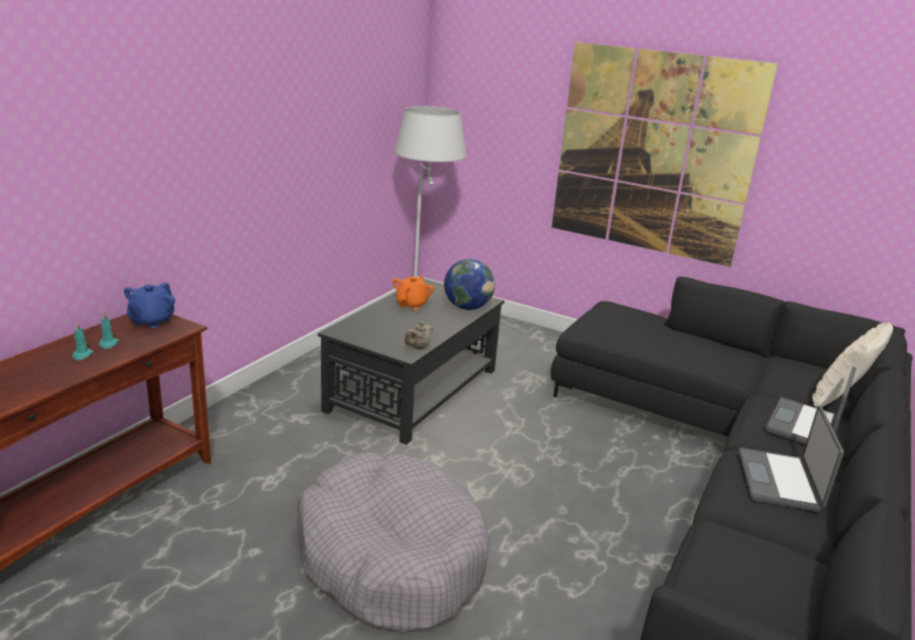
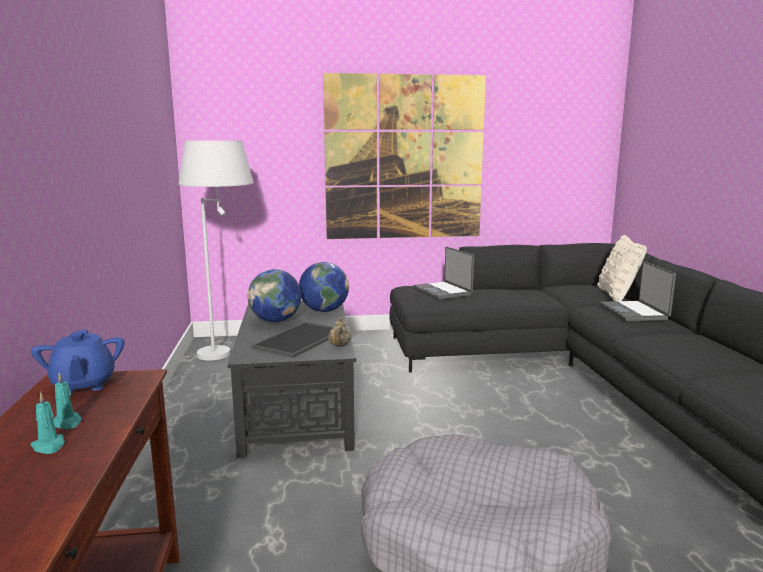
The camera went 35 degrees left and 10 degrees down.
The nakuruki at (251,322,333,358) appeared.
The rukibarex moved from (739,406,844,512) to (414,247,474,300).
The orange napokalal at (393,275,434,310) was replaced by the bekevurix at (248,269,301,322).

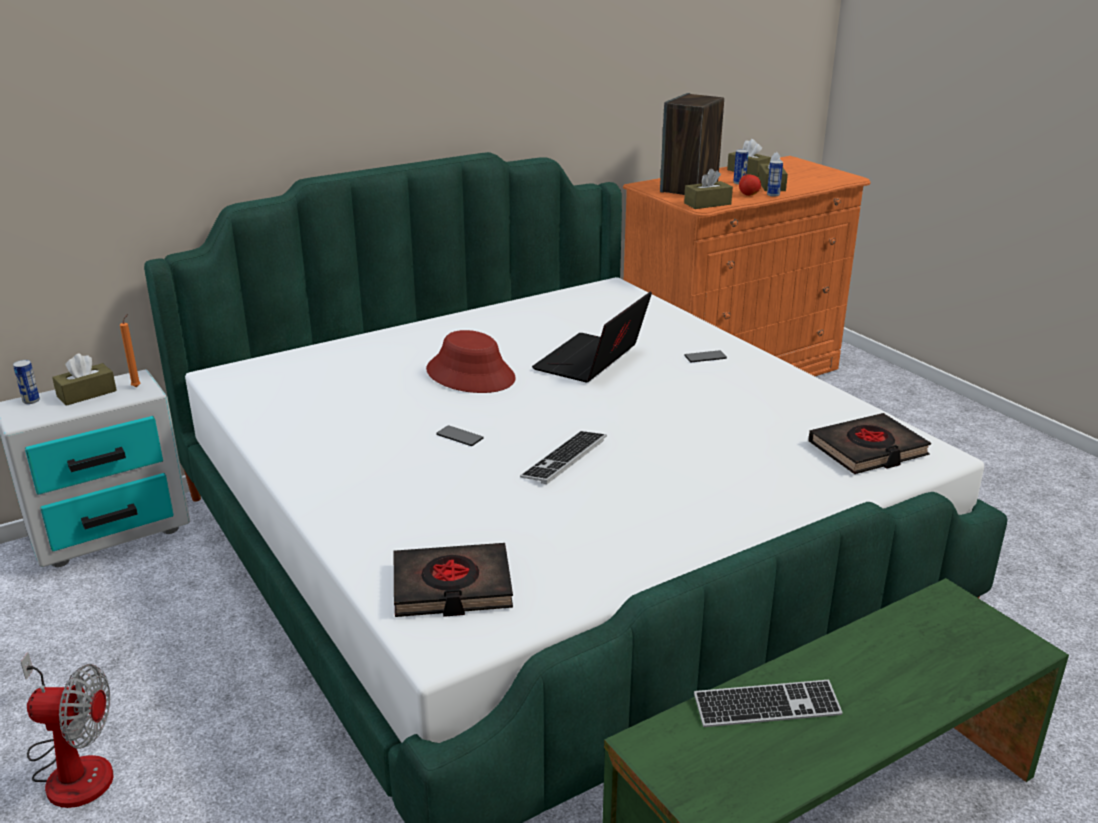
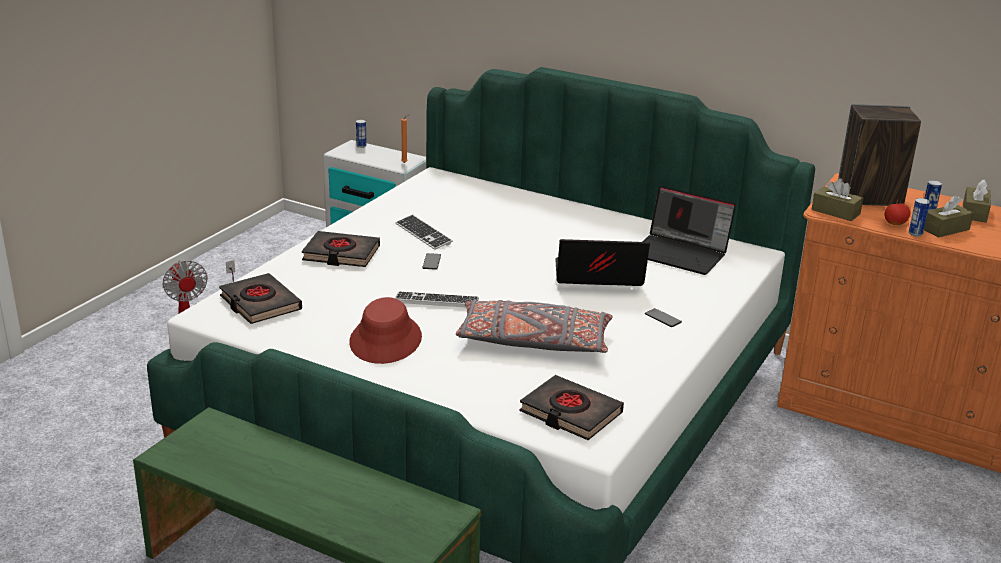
The camera went 60 degrees right and 0 degrees up.
The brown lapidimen at (52,353,117,406) disappeared.
The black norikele at (302,231,380,267) appeared.
The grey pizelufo at (456,299,612,353) appeared.
The rukibarex at (642,186,736,275) appeared.
The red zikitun moved from (426,330,516,393) to (349,297,422,364).
The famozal moved from (694,680,843,727) to (395,215,453,250).

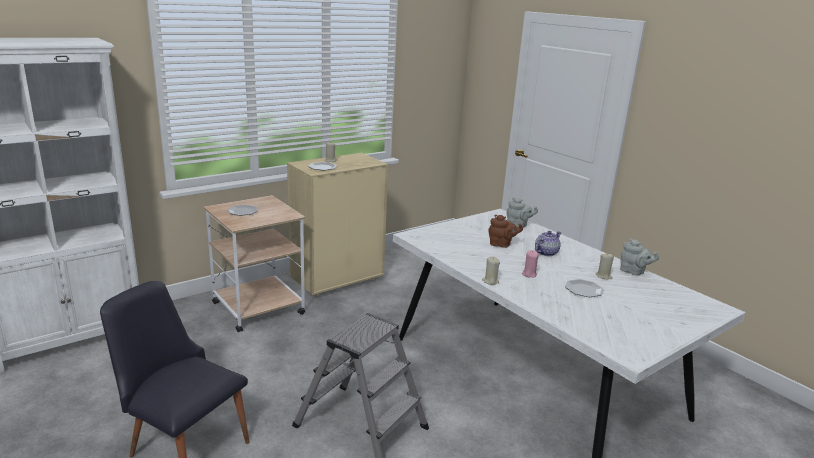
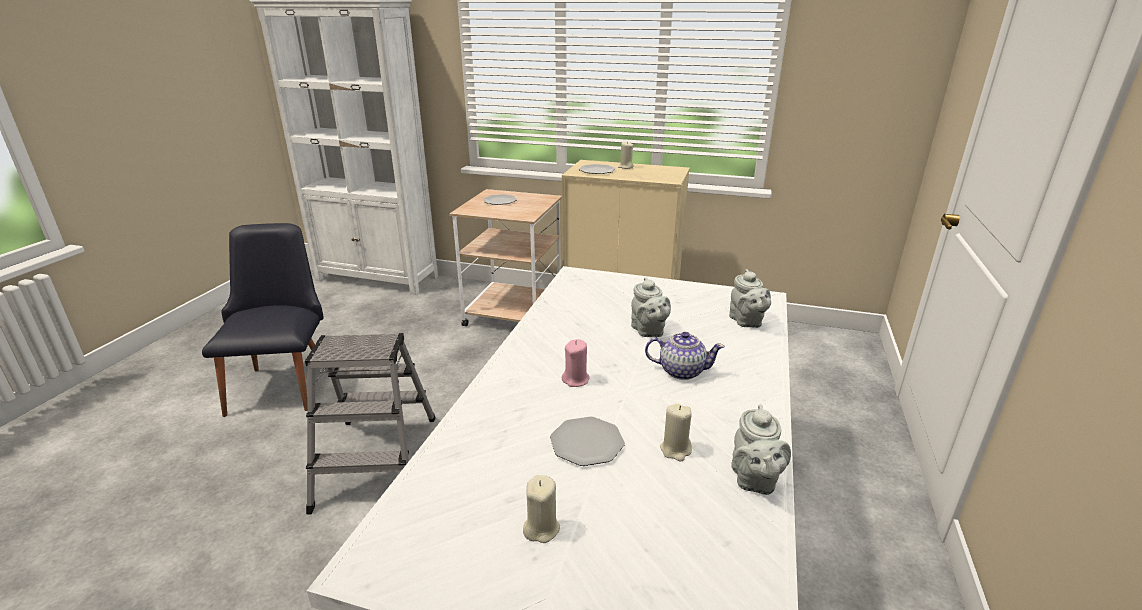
The camera went 55 degrees right and 5 degrees up.
The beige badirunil moved from (482,256,500,285) to (523,475,560,543).
The brown napokalal at (488,215,523,248) became the grey napokalal at (631,277,671,337).

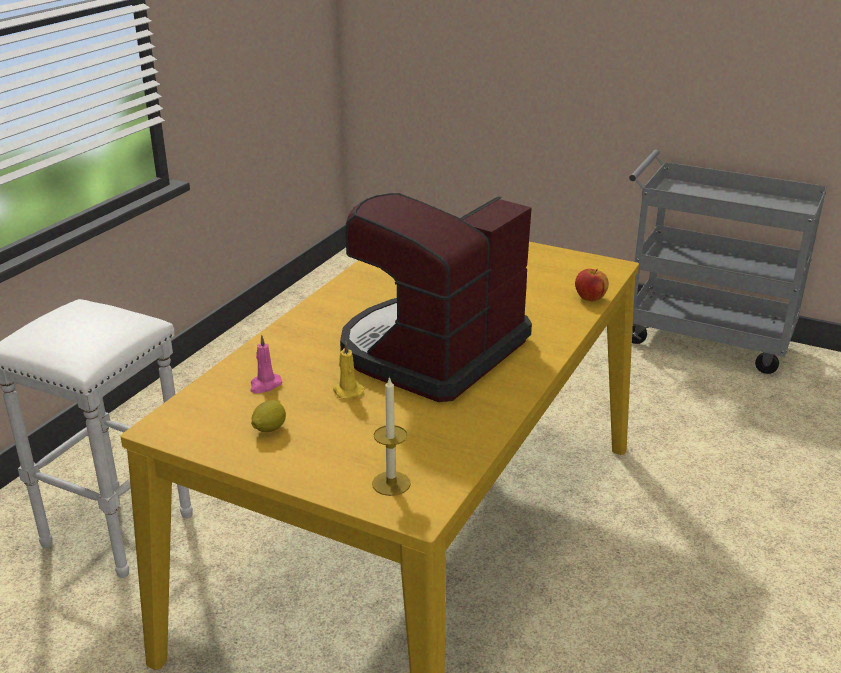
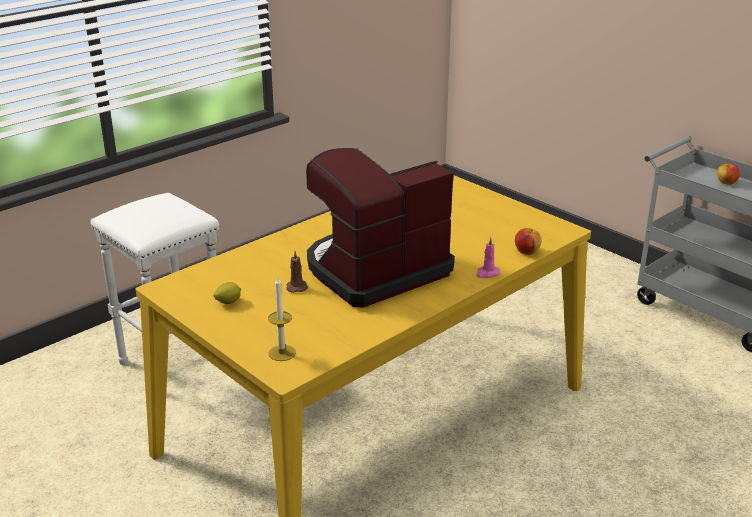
The camera went 20 degrees right and 0 degrees up.
The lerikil at (717,163,740,185) appeared.
The pink badirunil moved from (250,335,282,393) to (476,237,500,278).
The yellow badirunil at (333,342,364,399) became the brown badirunil at (286,251,308,293).

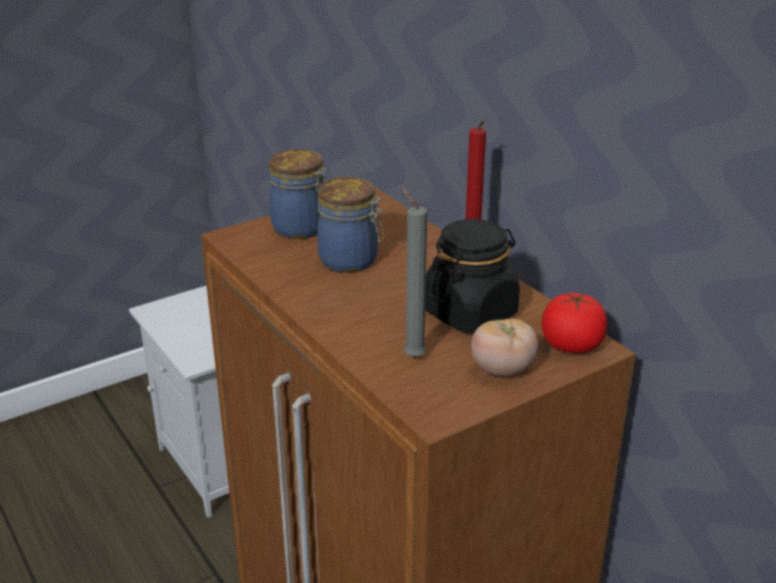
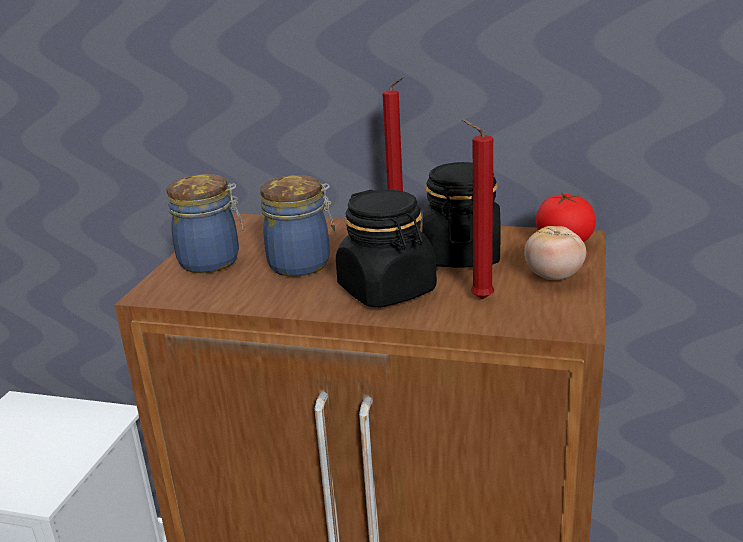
The camera went 40 degrees left and 5 degrees down.
The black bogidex at (336,190,437,308) appeared.
The grey badirunil at (401,187,427,358) became the red badirunil at (462,119,494,300).

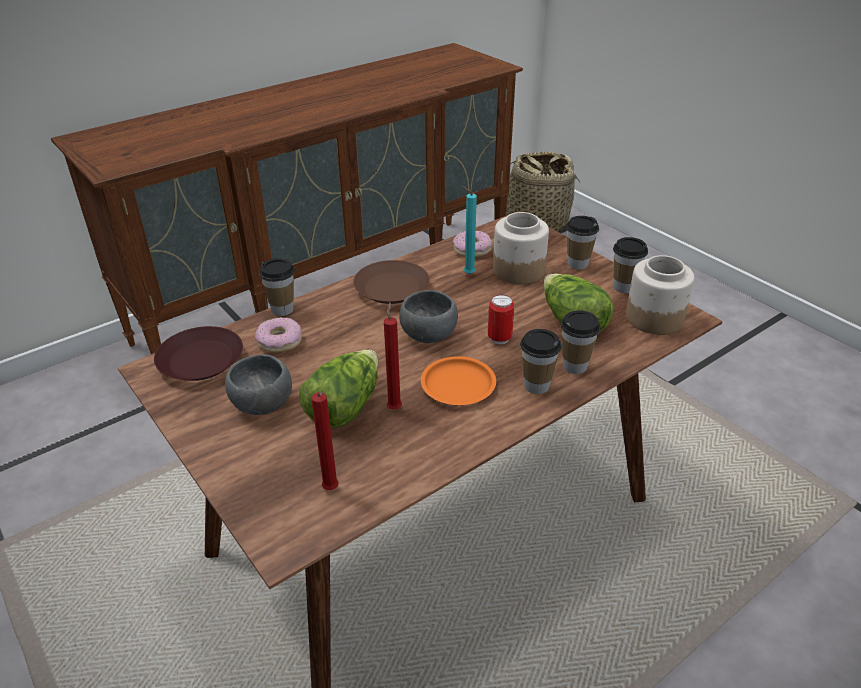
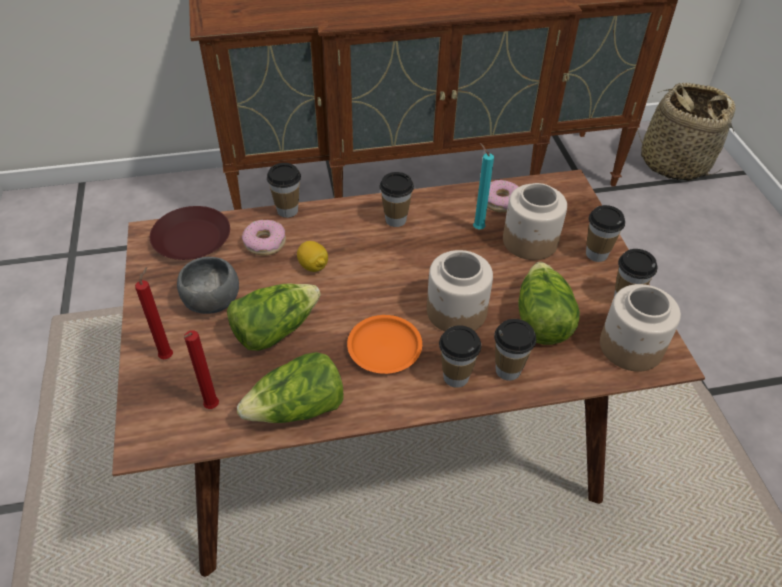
The camera went 25 degrees right and 10 degrees up.
The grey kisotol at (399,290,458,343) disappeared.
The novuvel at (237,352,344,423) appeared.
The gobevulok at (297,241,328,272) appeared.
The red badirunil moved from (384,302,402,410) to (135,267,173,359).
The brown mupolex at (353,260,430,304) was replaced by the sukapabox at (379,172,414,227).
The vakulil at (488,295,514,344) was replaced by the bogidex at (427,250,493,332).

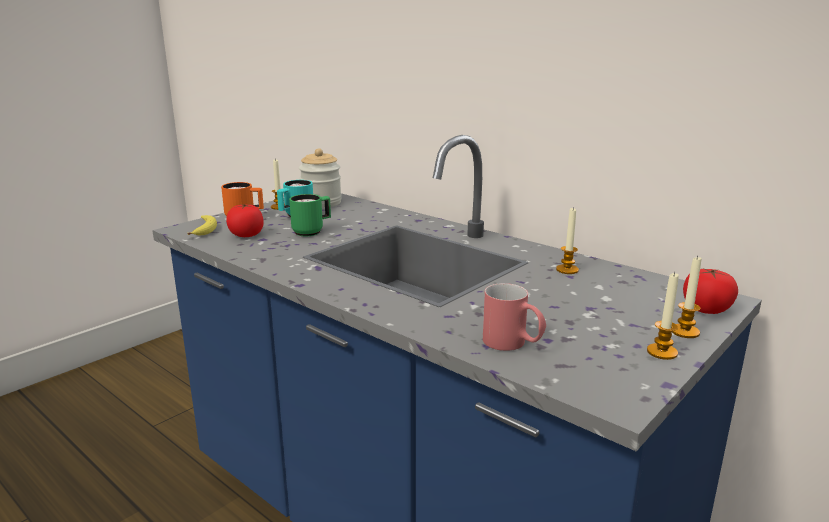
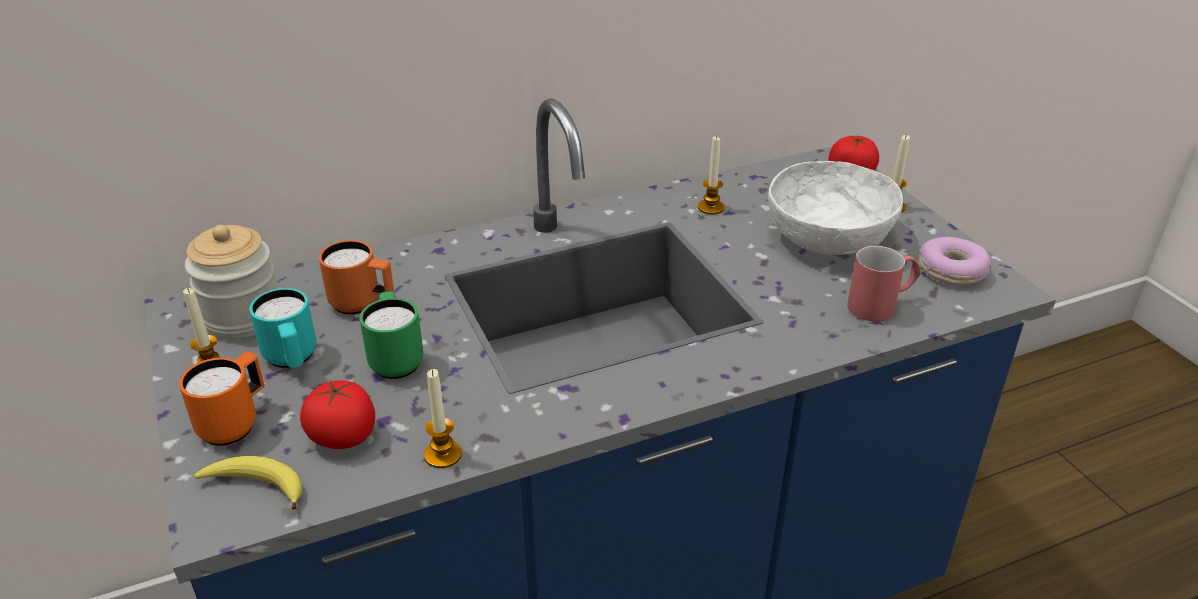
The camera went 65 degrees left and 15 degrees up.
The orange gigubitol at (319,240,394,315) appeared.
The white kisotol at (768,161,903,255) appeared.
The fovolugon at (919,237,991,286) appeared.
The badirunil moved from (647,272,679,360) to (424,369,462,468).

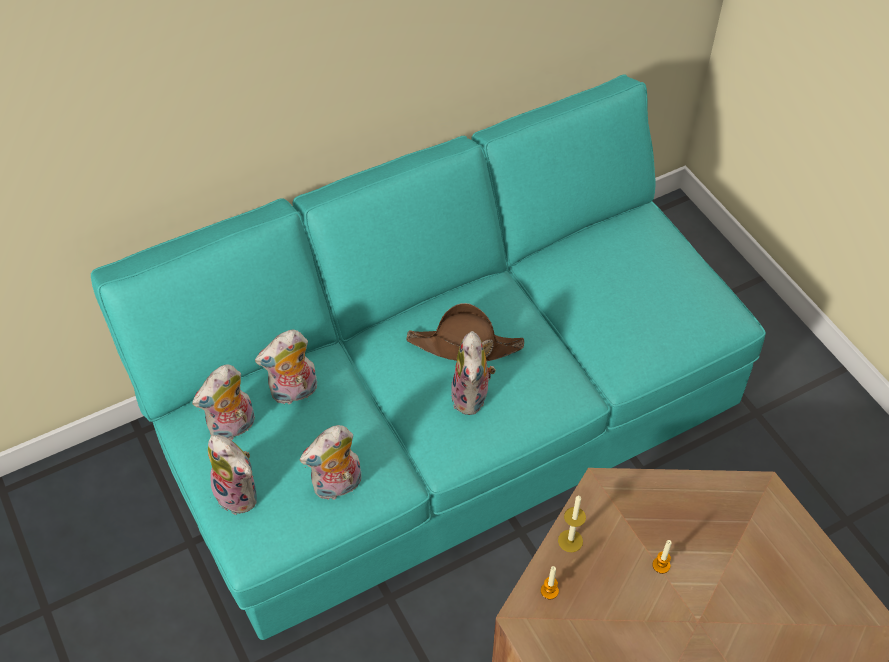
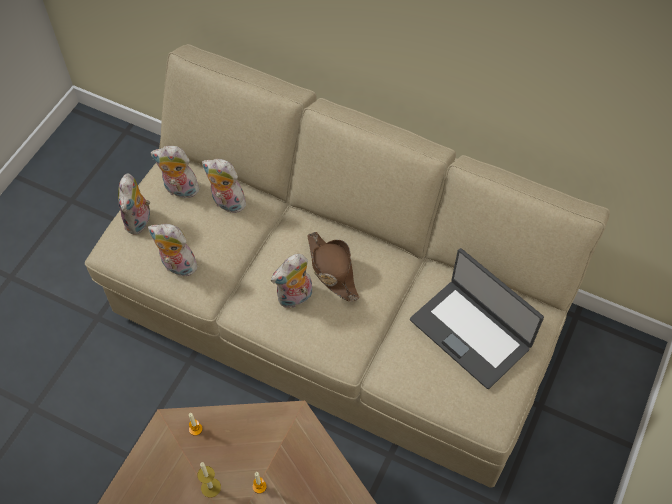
The camera went 55 degrees right and 5 degrees up.
The rukibarex at (410,248,544,389) appeared.
The badirunil moved from (558,496,586,552) to (197,462,221,498).
The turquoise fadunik at (91,75,766,640) became the beige fadunik at (85,44,610,488).

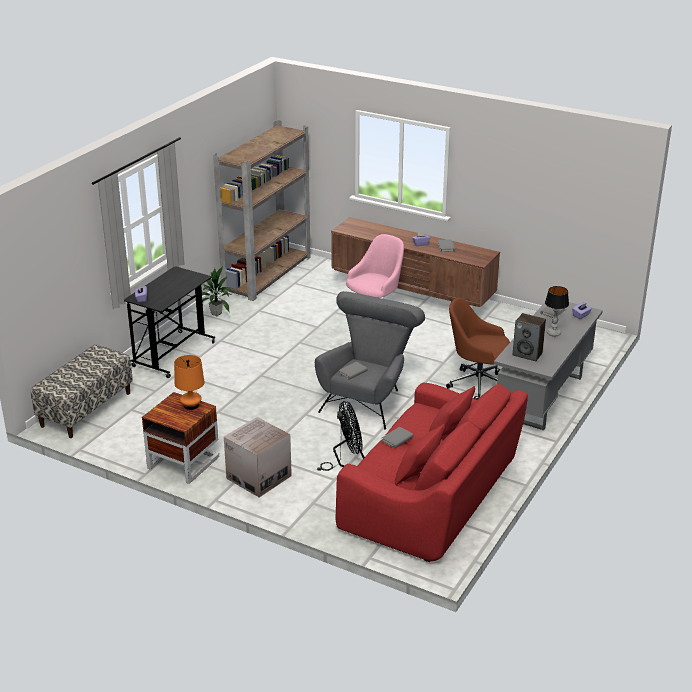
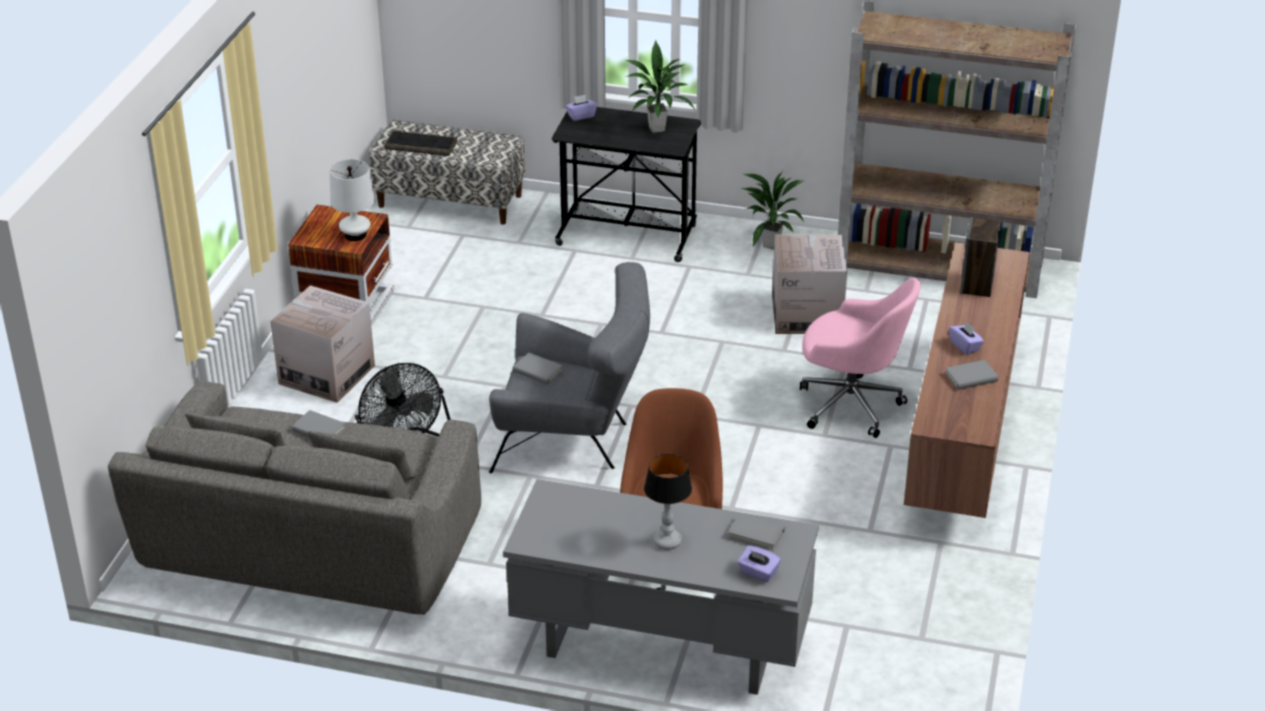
The camera went 75 degrees right and 5 degrees up.
The famozal at (384,131,457,156) appeared.
The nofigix at (625,40,695,133) appeared.
The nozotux at (772,235,847,334) appeared.
The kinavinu moved from (513,313,546,361) to (960,217,1001,297).
The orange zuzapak at (174,355,204,410) became the white zuzapak at (330,159,375,241).
The red fadunik at (336,383,528,562) became the grey fadunik at (108,381,481,615).

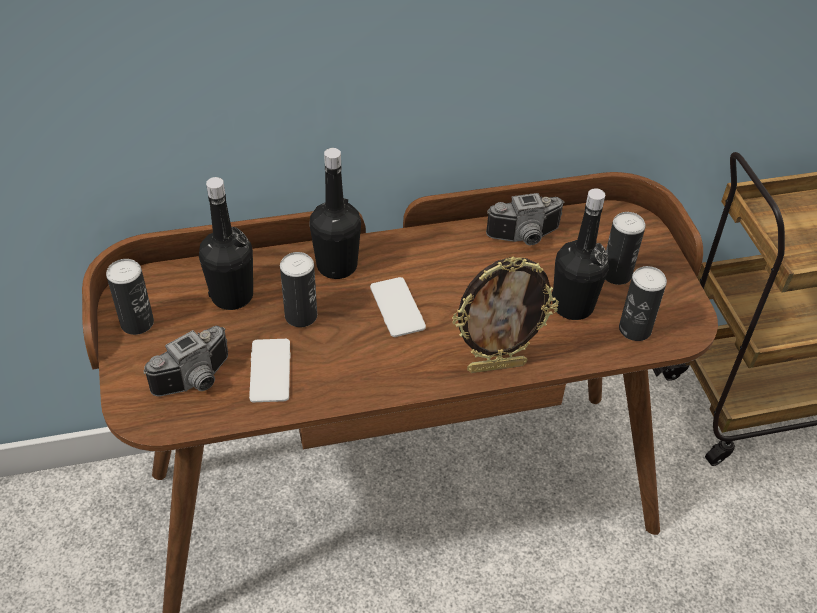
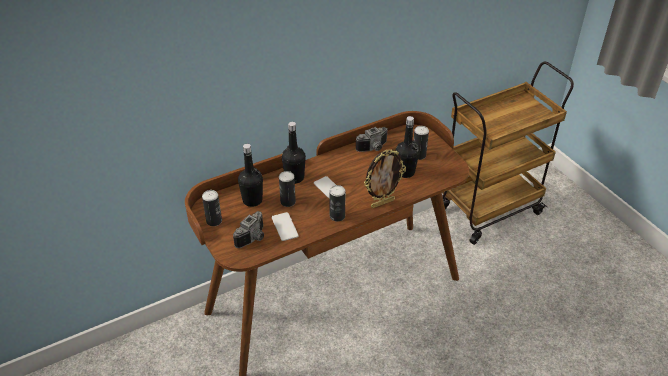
The camera went 15 degrees left and 5 degrees down.
The vakulil moved from (619,266,667,341) to (329,185,346,222).

